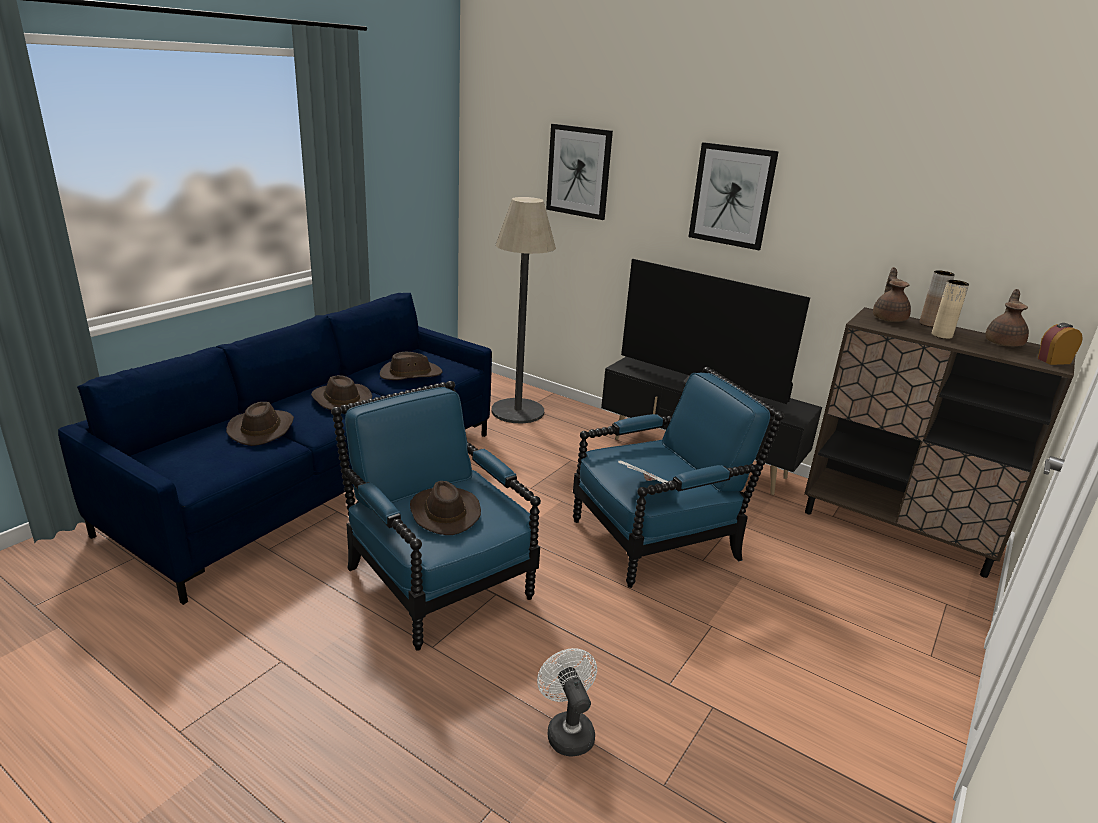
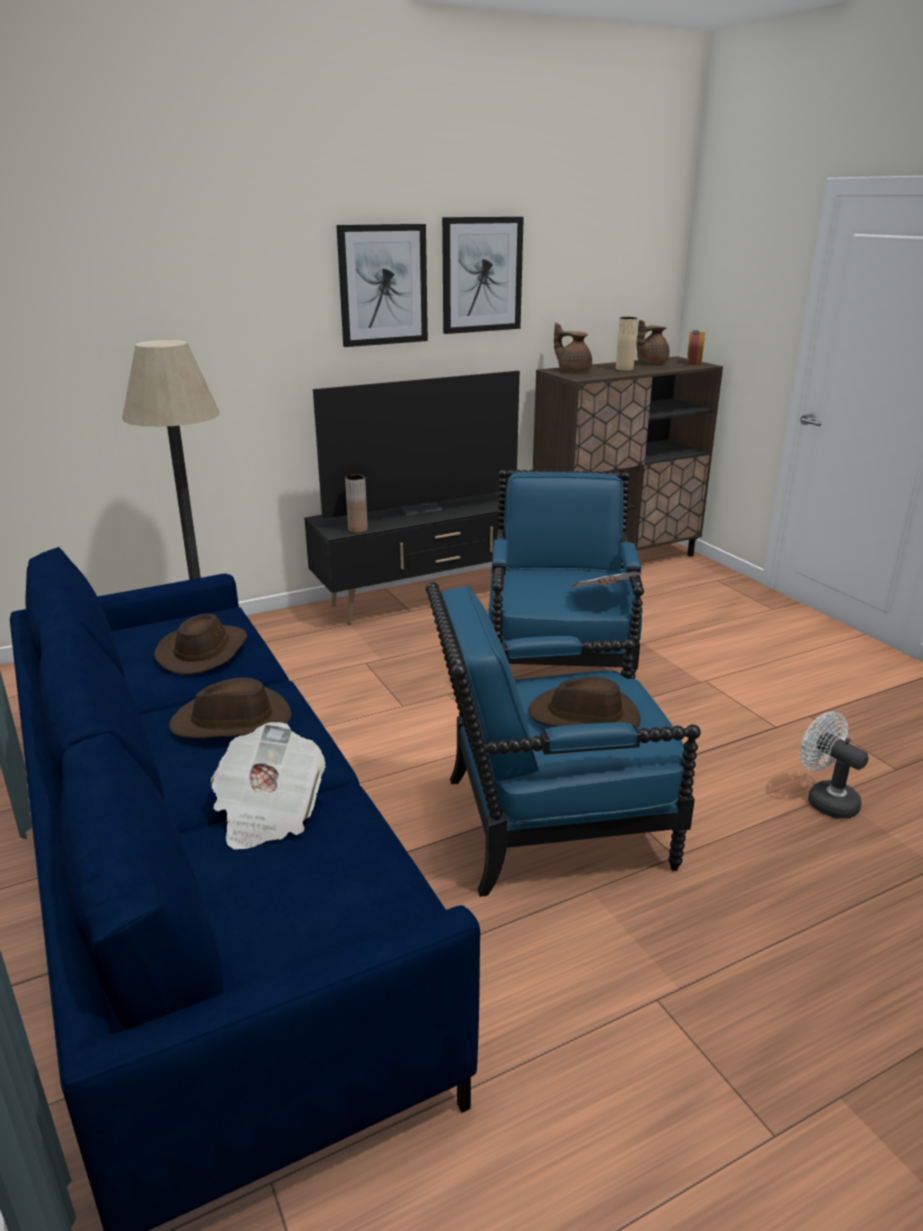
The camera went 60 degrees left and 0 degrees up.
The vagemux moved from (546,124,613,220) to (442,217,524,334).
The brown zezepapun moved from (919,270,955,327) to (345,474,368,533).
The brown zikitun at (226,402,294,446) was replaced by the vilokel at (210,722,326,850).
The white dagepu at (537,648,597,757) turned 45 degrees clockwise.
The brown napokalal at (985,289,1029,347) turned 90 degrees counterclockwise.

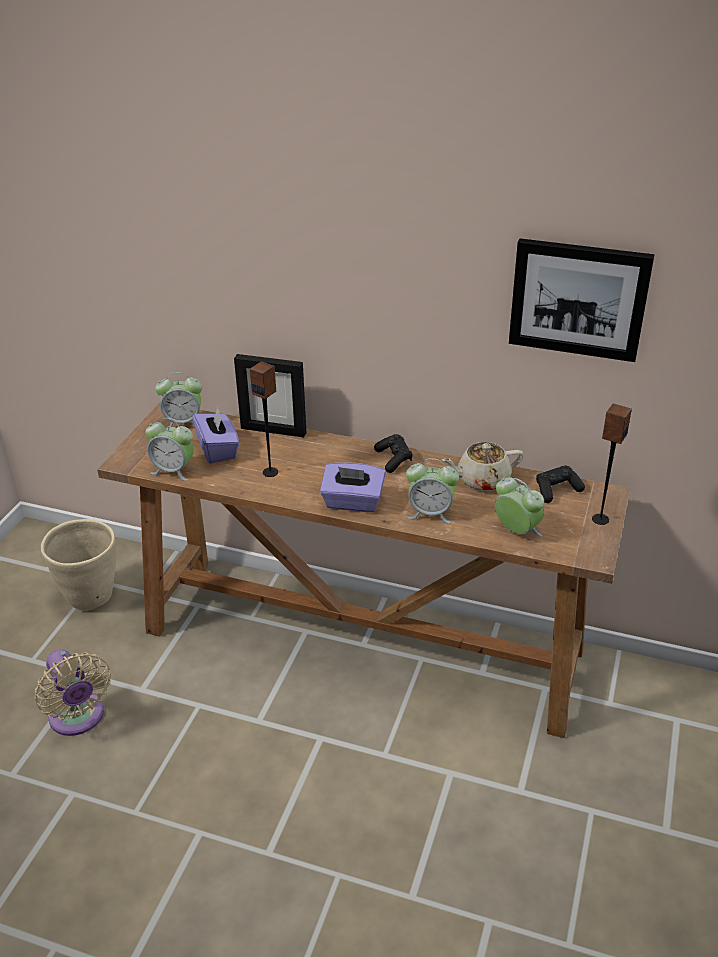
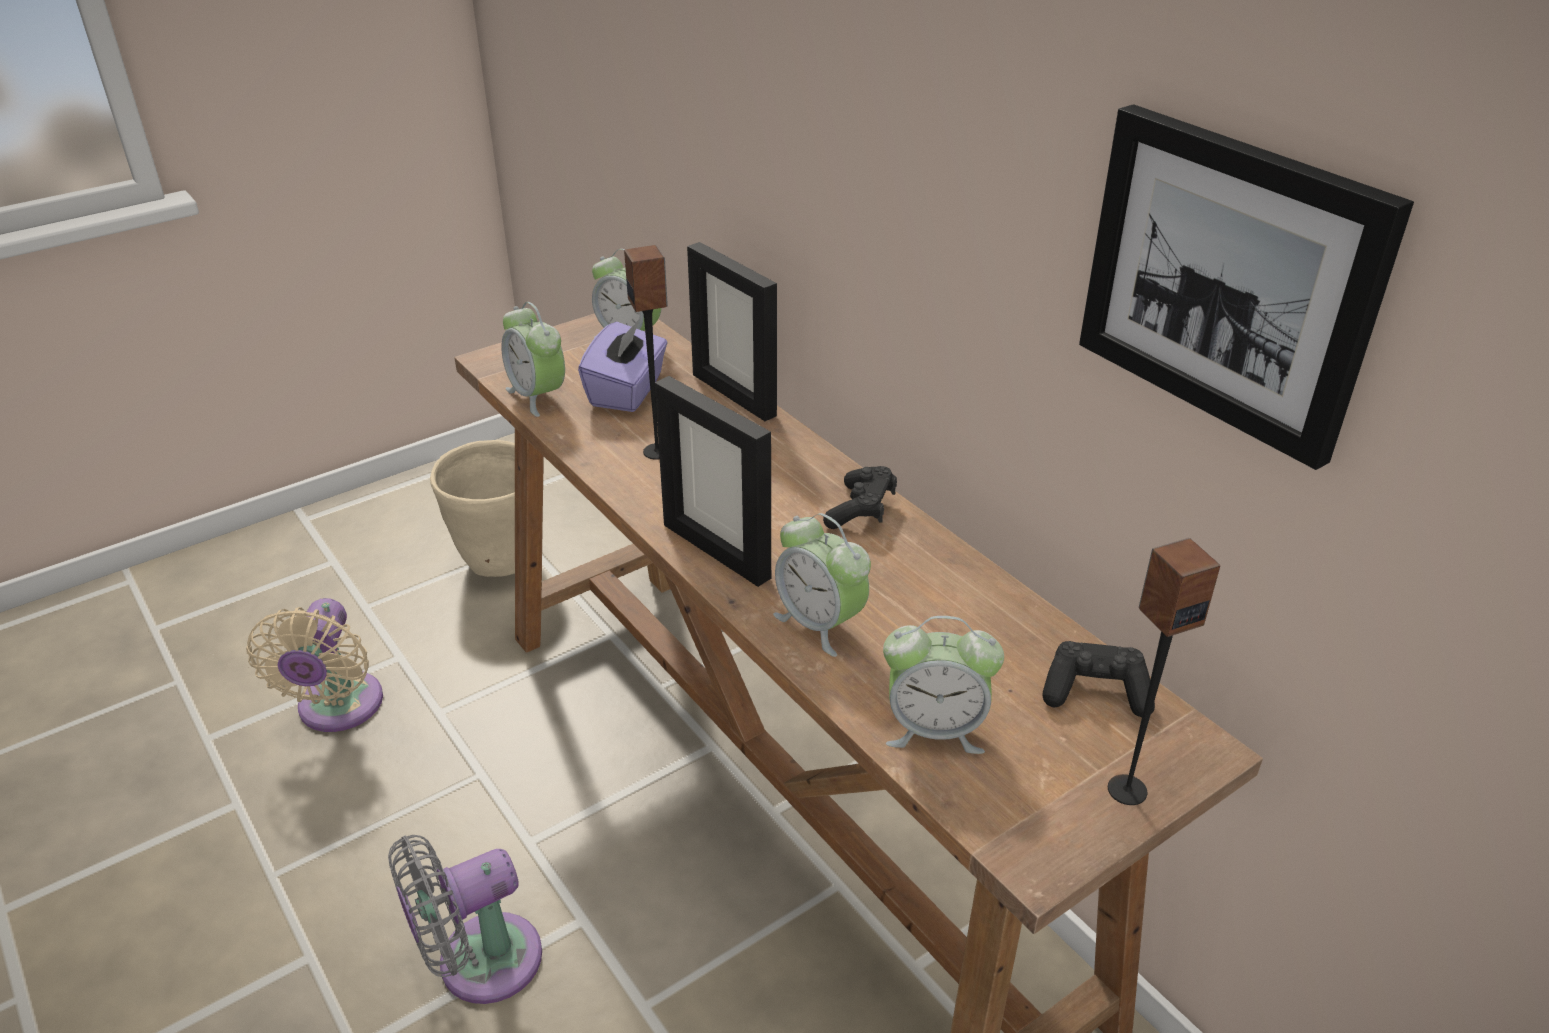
The camera went 35 degrees right and 0 degrees up.
The beige napokalal at (442,442,524,491) disappeared.
The grey dagepu at (388,835,542,1004) appeared.
The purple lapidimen at (320,462,386,512) was replaced by the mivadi at (655,376,771,587).
The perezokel at (495,477,544,537) turned 105 degrees clockwise.

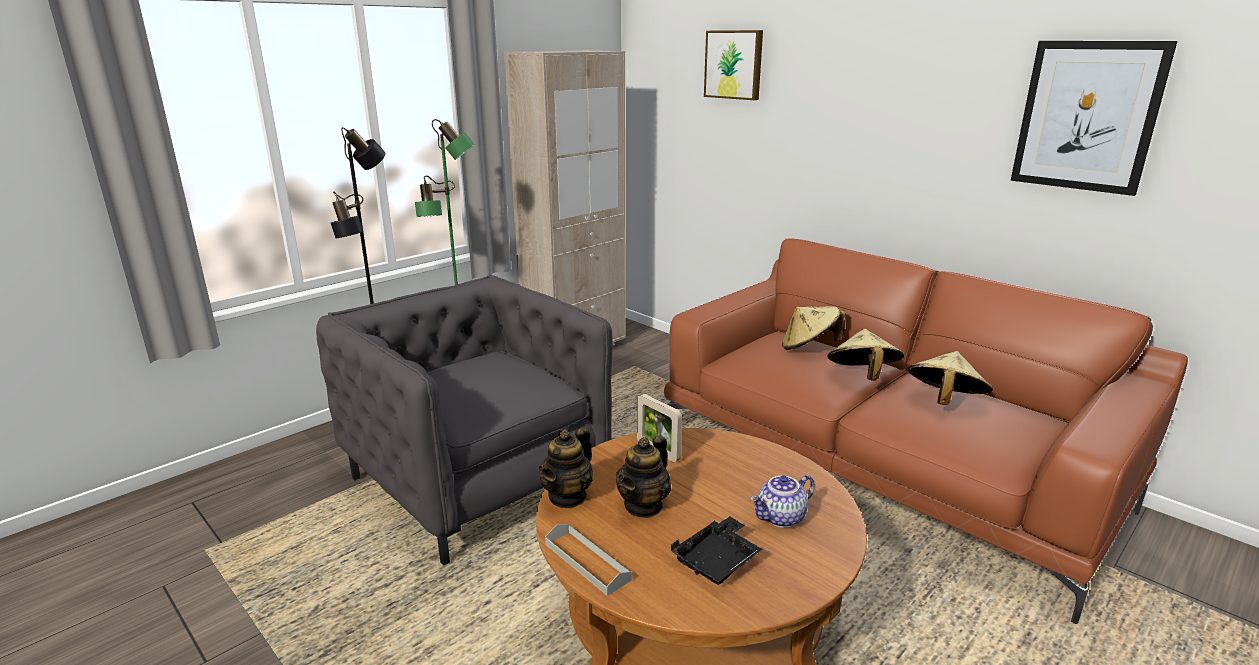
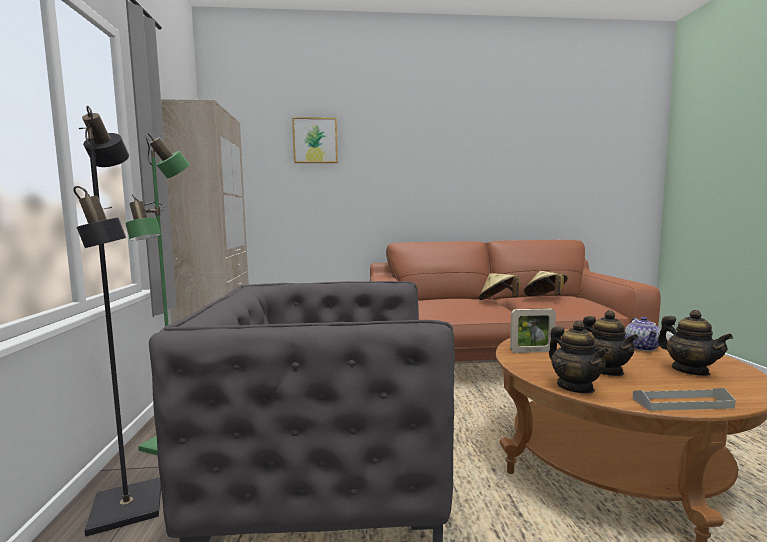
The camera went 50 degrees left and 15 degrees down.
The beige zikitun at (782,306,846,350) disappeared.
The vagemux at (1011,41,1177,196) disappeared.
The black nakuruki at (671,516,762,585) was replaced by the napokalal at (657,310,733,376).

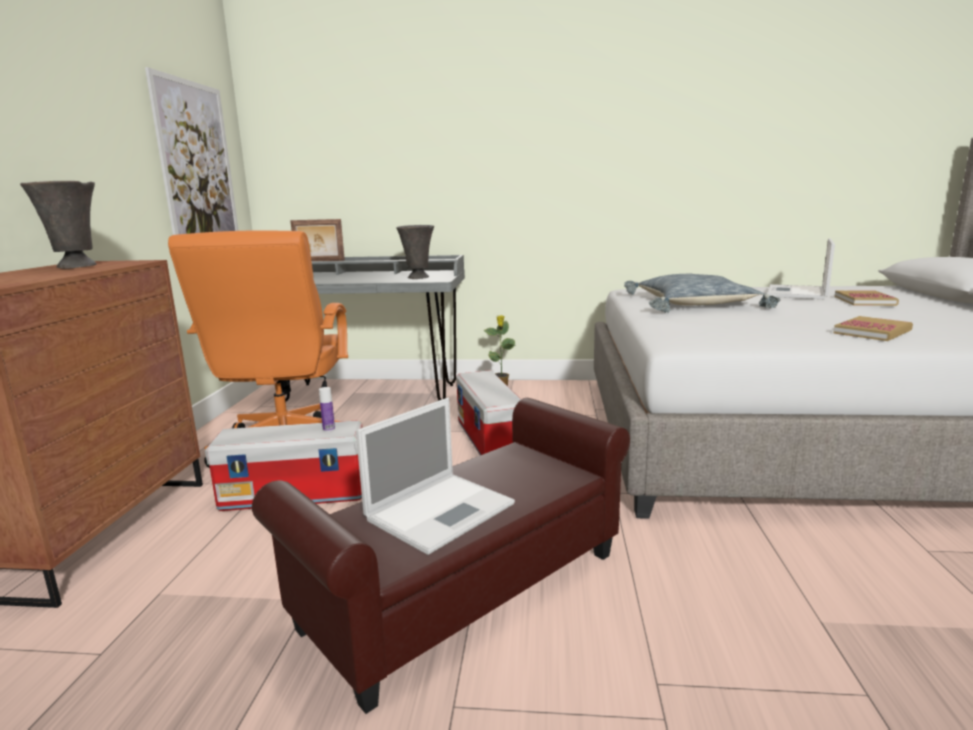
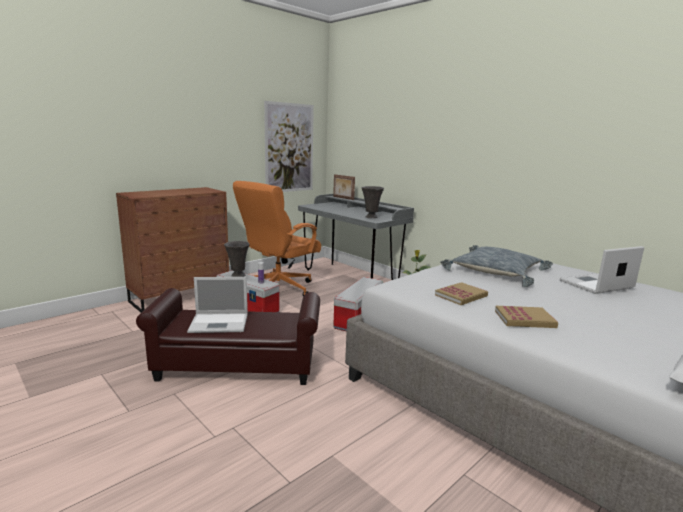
The camera went 40 degrees right and 0 degrees up.
The grey zezepapun moved from (20,181,96,269) to (224,241,250,277).
The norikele moved from (835,290,899,306) to (435,282,488,305).

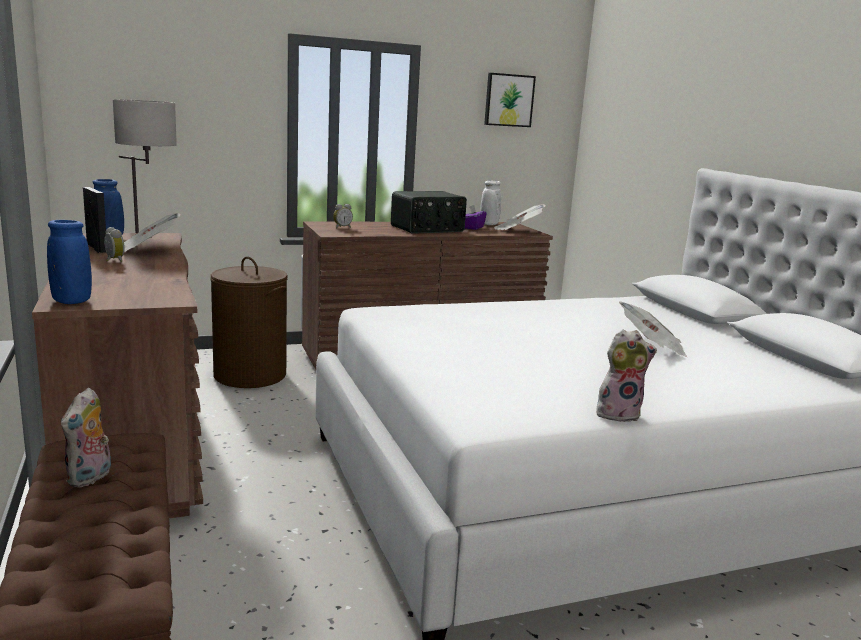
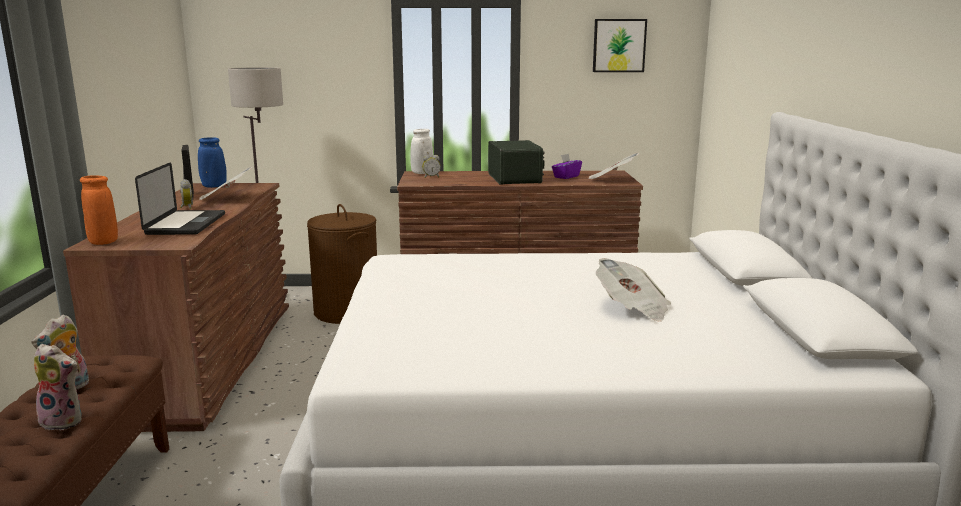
The camera went 20 degrees right and 0 degrees up.
The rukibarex at (135,162,225,235) appeared.
The white zezepapun moved from (480,181,501,225) to (410,129,433,174).
The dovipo moved from (596,329,657,422) to (34,344,82,431).
The blue zezepapun at (47,220,92,304) became the orange zezepapun at (80,175,118,245).
The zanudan at (391,191,467,234) turned 90 degrees counterclockwise.

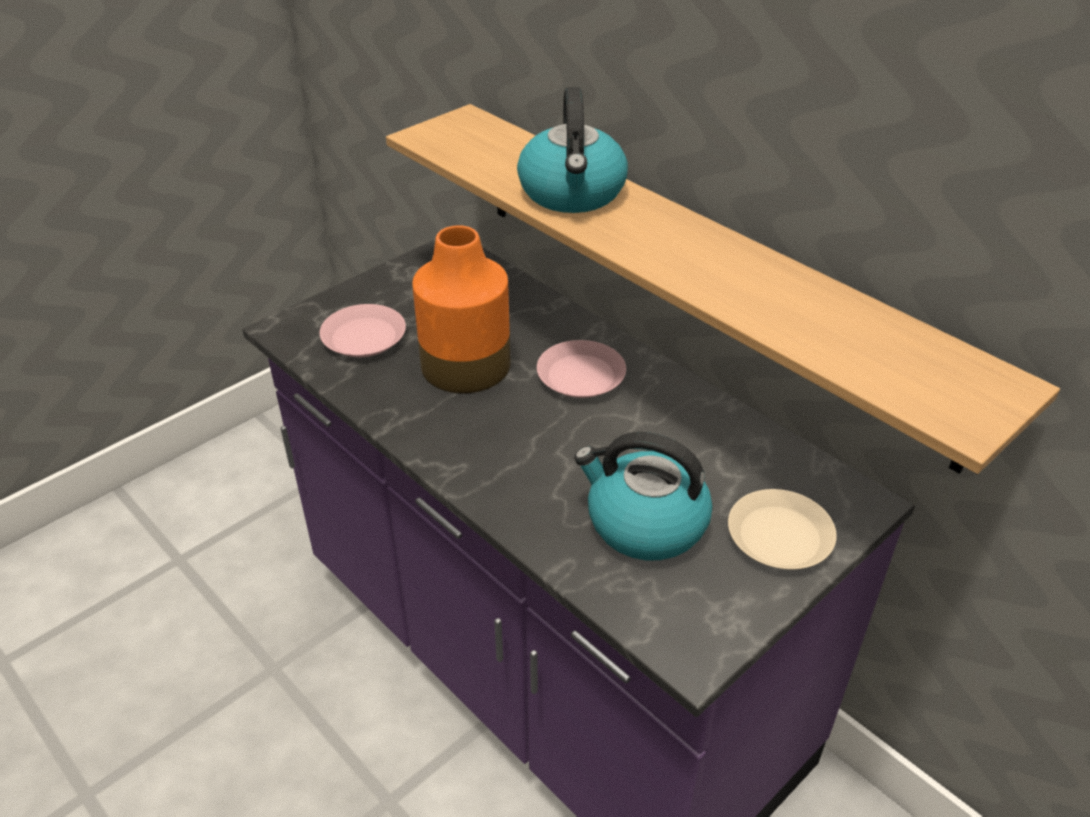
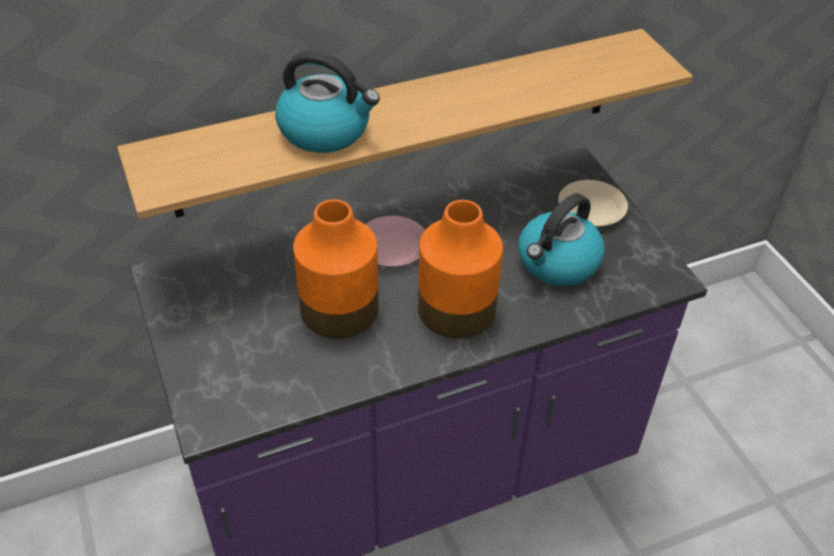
The camera went 70 degrees left and 5 degrees up.
The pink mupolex at (320,304,406,357) disappeared.
The orange zezepapun at (418,200,503,338) appeared.

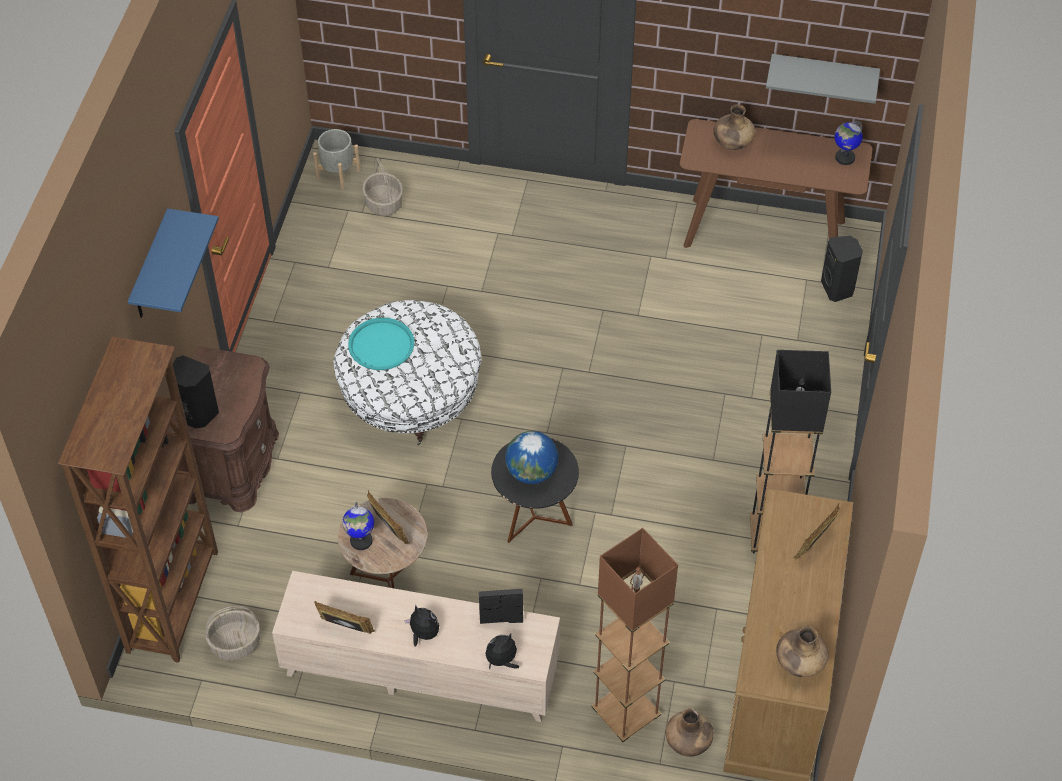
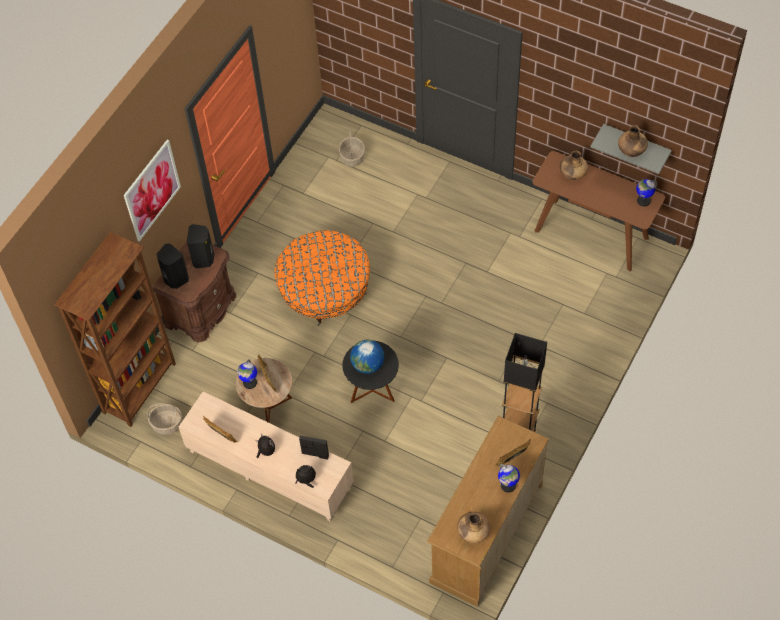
The camera went 20 degrees right and 5 degrees up.
The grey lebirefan at (313,129,360,190) disappeared.
The turquoise nakuruki at (348,317,414,370) disappeared.
The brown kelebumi at (592,528,678,742) disappeared.
The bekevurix at (498,464,520,492) appeared.
The brown zezepapun moved from (666,708,714,757) to (618,125,648,157).
The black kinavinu moved from (821,236,863,302) to (187,224,214,268).
The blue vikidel at (128,208,219,318) was replaced by the vagemux at (124,139,181,242).
The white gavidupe at (334,300,481,445) became the orange gavidupe at (275,230,370,326).

